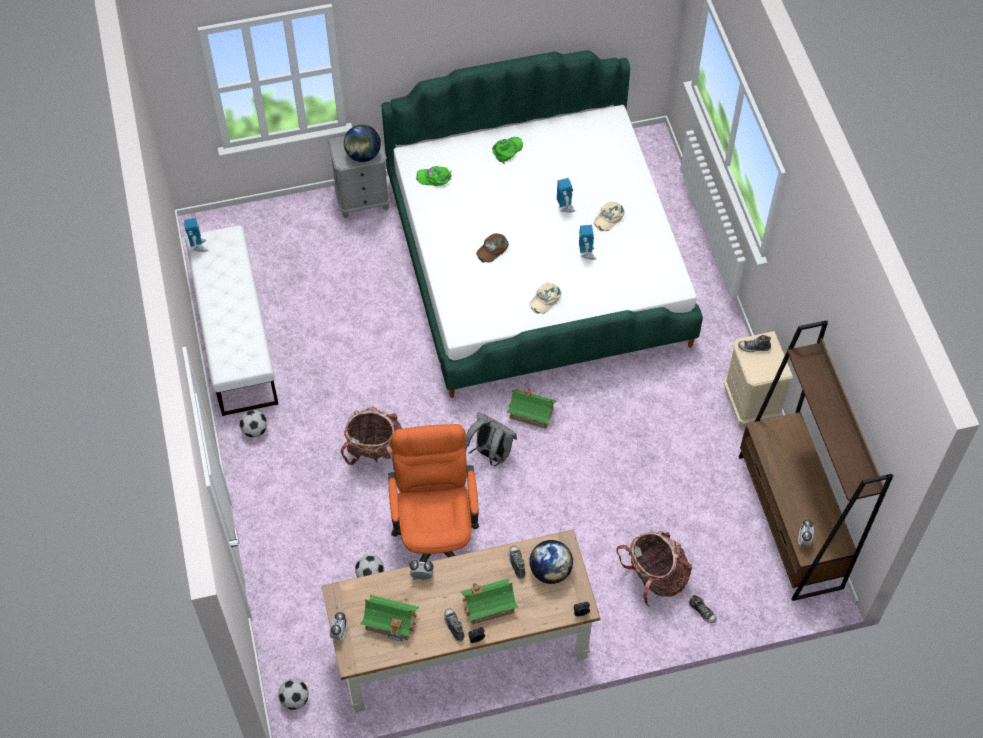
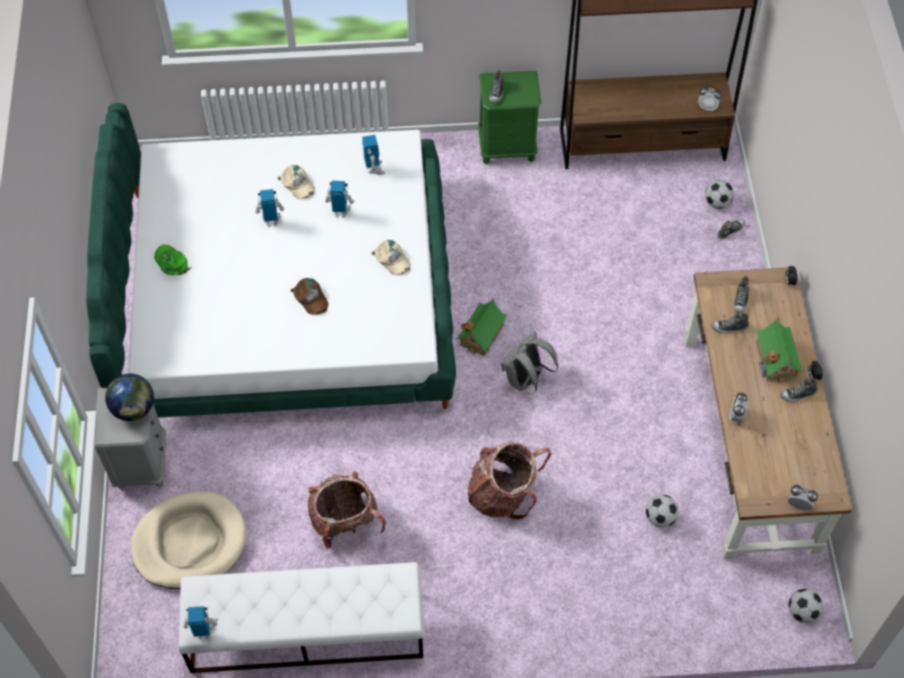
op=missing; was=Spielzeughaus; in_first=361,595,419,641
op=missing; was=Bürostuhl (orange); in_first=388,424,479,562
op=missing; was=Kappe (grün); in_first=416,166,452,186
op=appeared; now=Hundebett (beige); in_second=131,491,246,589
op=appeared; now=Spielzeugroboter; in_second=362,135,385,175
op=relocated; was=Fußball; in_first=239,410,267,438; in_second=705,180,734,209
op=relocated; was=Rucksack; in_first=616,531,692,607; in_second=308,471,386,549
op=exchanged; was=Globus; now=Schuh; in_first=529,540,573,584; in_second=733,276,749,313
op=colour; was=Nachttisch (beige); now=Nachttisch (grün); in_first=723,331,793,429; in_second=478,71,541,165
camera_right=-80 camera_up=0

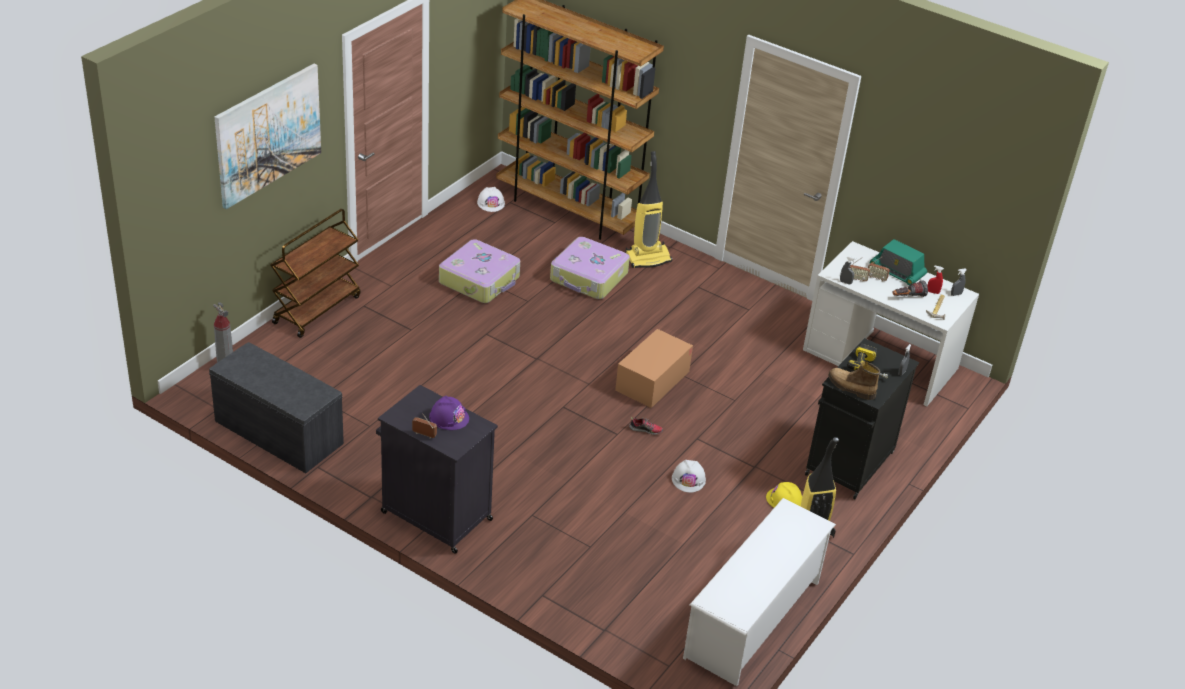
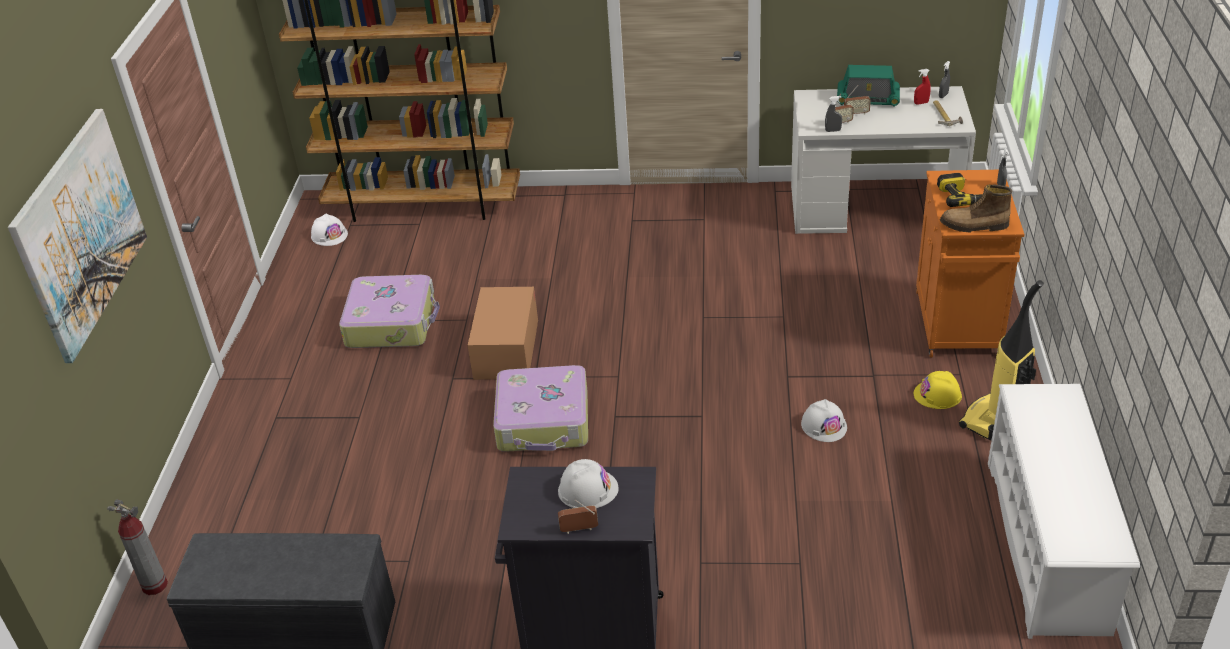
op=missing; was=Rollwagen (braun); in_first=271,209,361,338
op=missing; was=Staubsauger; in_first=625,151,672,268
op=missing; was=Schuh; in_first=629,416,663,435
op=missing; was=Taschenlampe; in_first=892,280,928,297
op=relocated; was=Koffer; in_first=550,237,630,299; in_second=493,365,588,452
op=relocated; was=Karton; in_first=615,329,693,408; in_second=468,287,538,380
op=colour; was=Schutzhelm (lila); now=Schutzhelm (weiß); in_first=429,396,469,430; in_second=558,459,619,508
op=colour; was=Schrank (schwarz); now=Schrank (orange); in_first=805,338,919,499; in_second=916,170,1024,358
camera_right=-25 camera_up=0

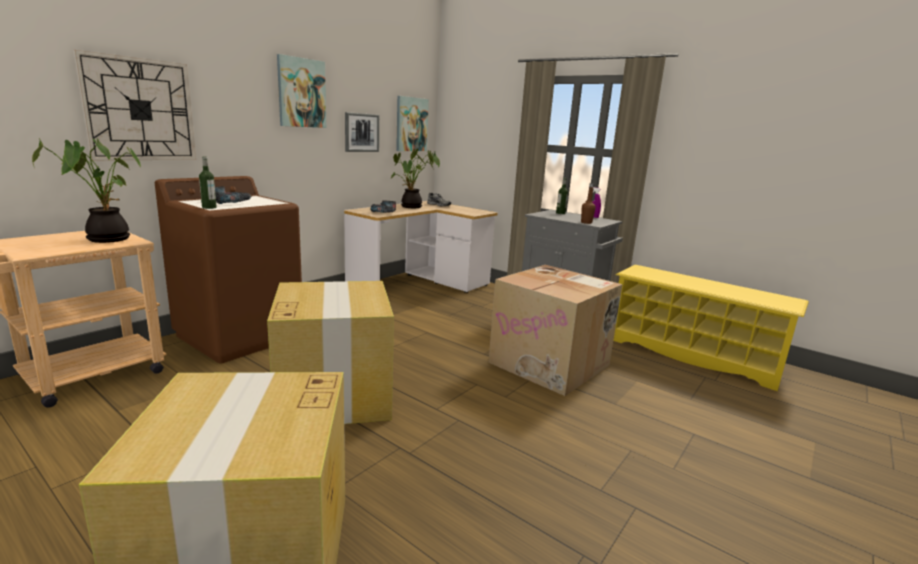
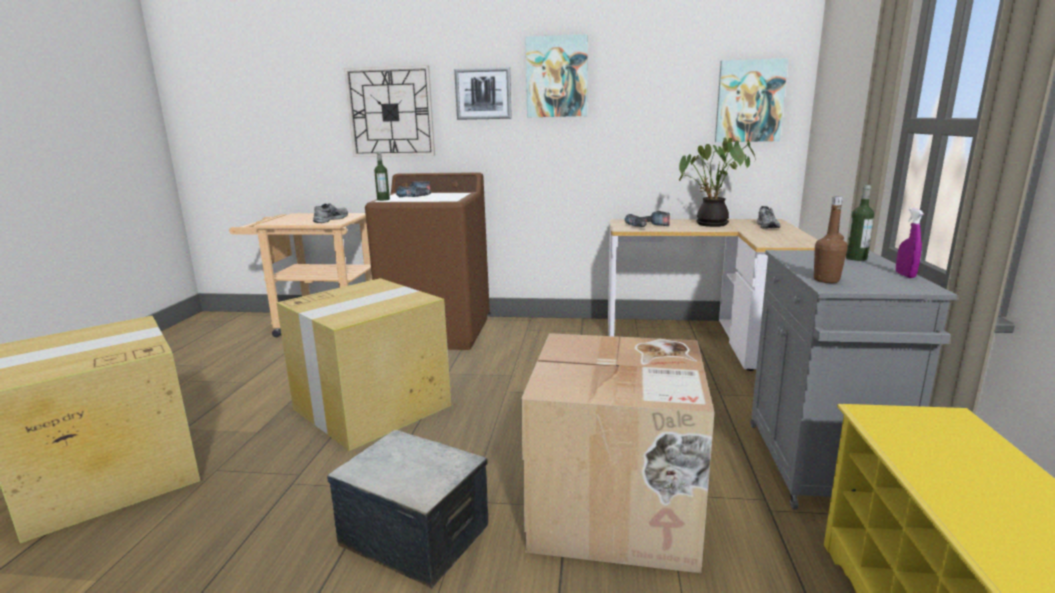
op=appeared; now=Aufbewahrungsbox; in_second=327,430,488,588
op=relocated; was=Bild; in_first=345,112,379,152; in_second=454,67,512,120
op=exchanged; was=Topfpflanze; now=Schuh (grau); in_first=32,138,141,243; in_second=313,203,348,223
camera_right=60 camera_up=0

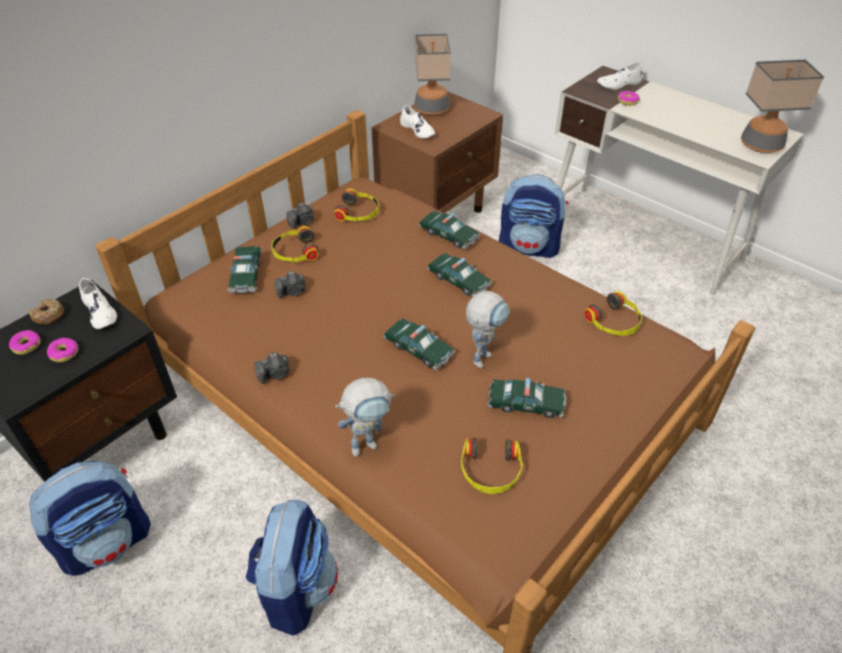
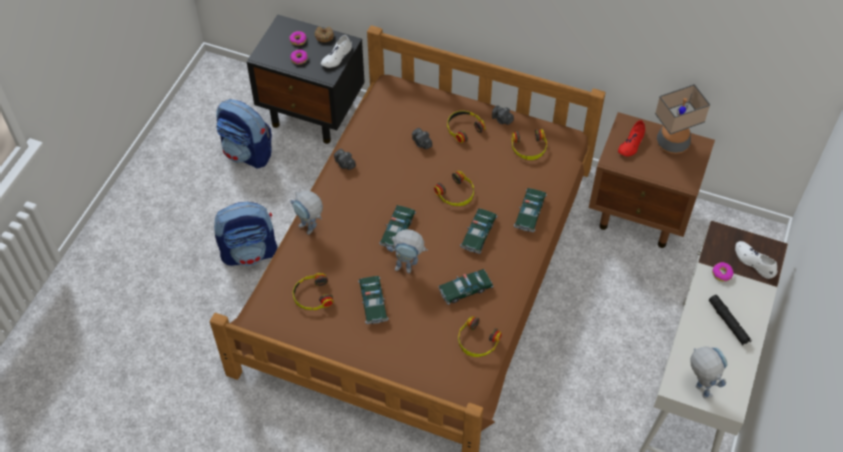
op=missing; was=Rucksack; in_first=499,174,569,258
op=appeared; now=Kopfhörer; in_second=434,171,474,206
op=appeared; now=Taschenlampe (schwarz); in_second=709,295,752,344
op=relocated; was=Spielzeugauto; in_first=228,246,262,293; in_second=438,269,493,305
op=exchanged; was=Tischlampe; now=Spielzeugroboter; in_first=741,60,824,153; in_second=690,347,728,399
op=colour; was=Schuh (weiß); now=Schuh (rot); in_first=400,105,435,138; in_second=618,120,645,157
camera_right=70 camera_up=10

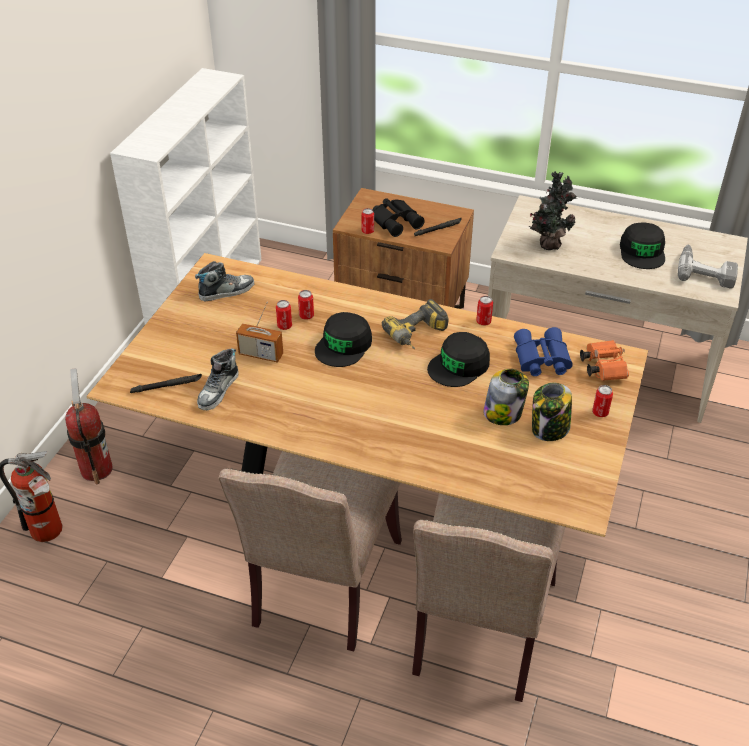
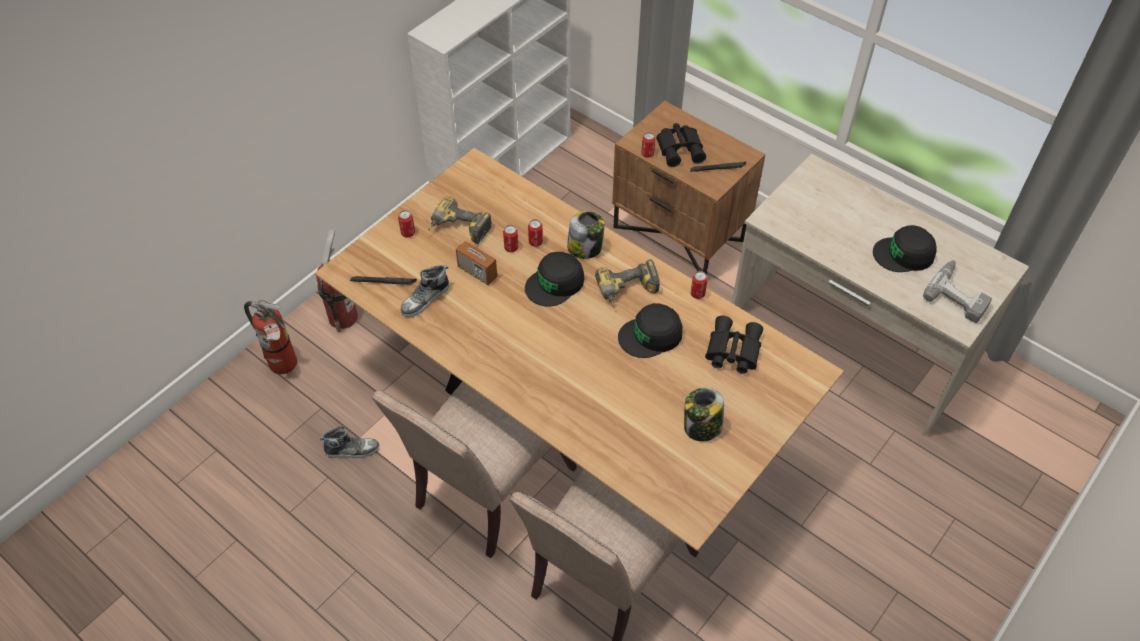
op=missing; was=Topfpflanze; in_first=528,171,577,250
op=missing; was=Fernglas (orange); in_first=580,340,629,381
op=appeared; now=Bohrmaschine; in_second=428,196,492,244
op=relocated; was=Schuh; in_first=195,261,255,301; in_second=320,426,379,458
op=relocated; was=Vorratsglas; in_first=483,369,529,425; in_second=567,211,605,259
op=relocated; was=Dose; in_first=592,385,613,417; in_second=398,210,415,237
op=colour; was=Fernglas (blau); now=Fernglas (schwarz); in_first=514,327,573,376; in_second=705,316,763,374
op=spun; was=Kappe (schwarz); in_first=620,222,665,269; in_second=873,225,937,272; clockwise=60
camera_right=20 camera_up=10

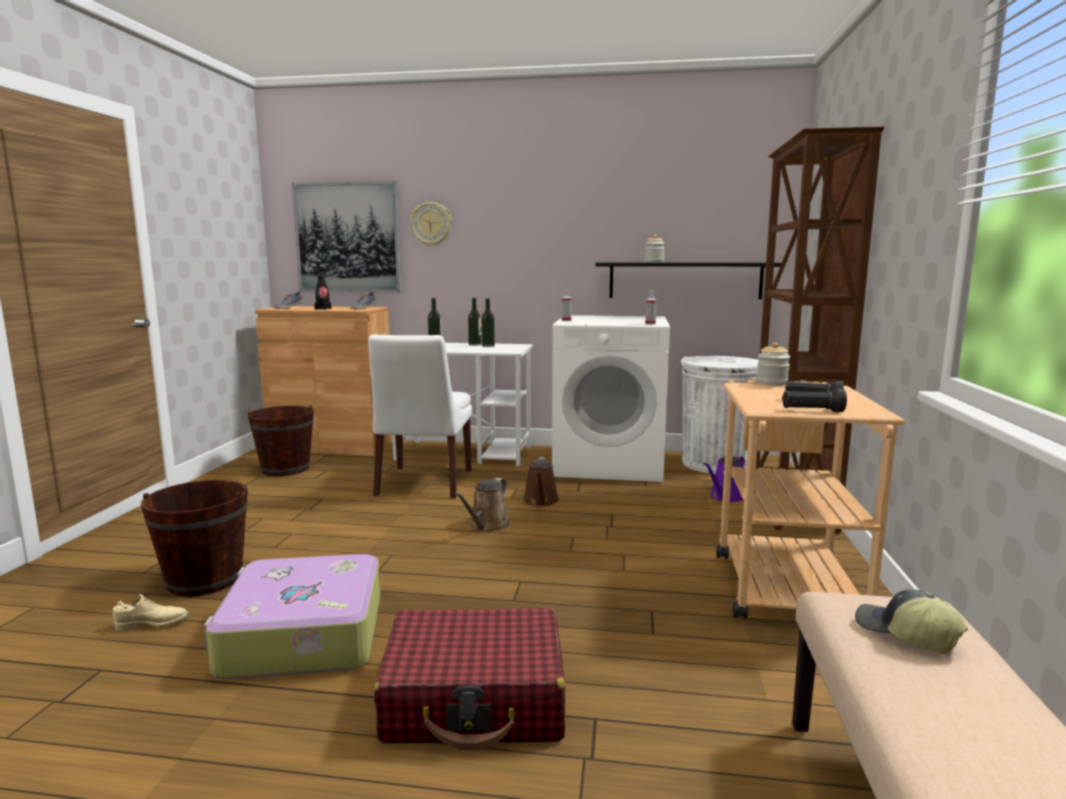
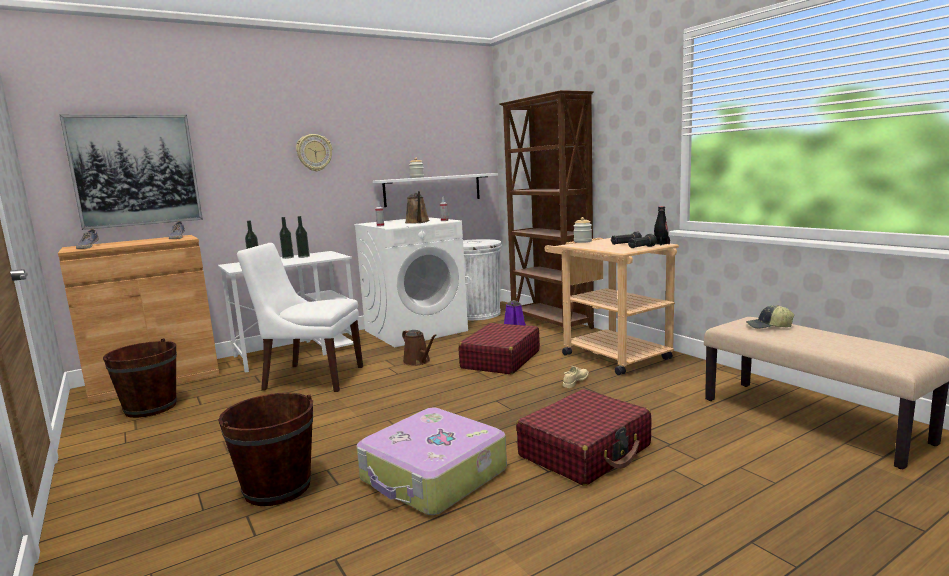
op=appeared; now=Koffer (rot); in_second=459,323,540,374
op=relocated; was=Schuh (beige); in_first=112,594,189,631; in_second=563,366,589,388
op=relocated; was=Flasche (schwarz); in_first=314,272,331,310; in_second=654,206,670,245
op=relocated; was=Wanduhr; in_first=410,202,452,246; in_second=296,134,332,171
op=relocated; was=Gießkanne (braun); in_first=454,478,510,532; in_second=405,191,429,224
op=colour; was=Wandregal (schwarz); now=Wandregal (weiß); in_first=595,262,781,299; in_second=373,173,498,207
op=spun; was=Stuhl (weiß); in_first=368,334,472,498; in_second=237,243,363,392; clockwise=135
camera_right=-40 camera_up=0

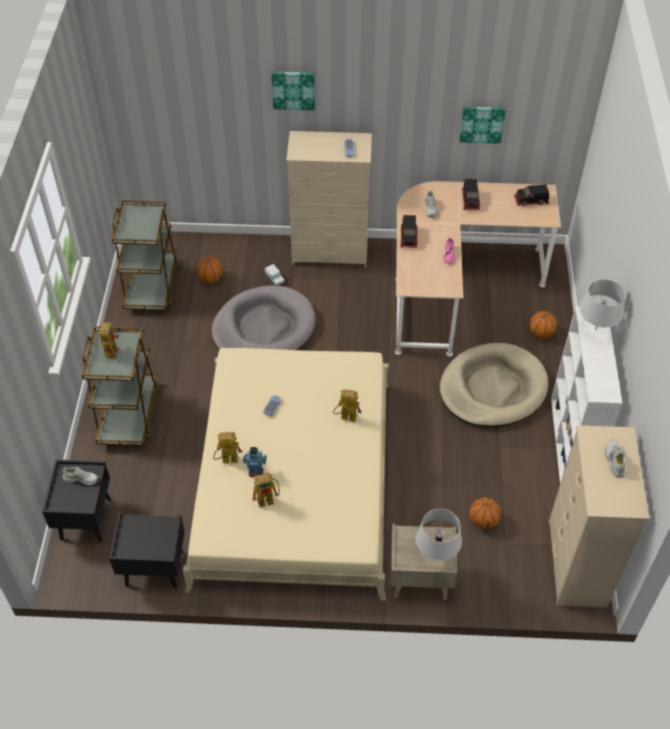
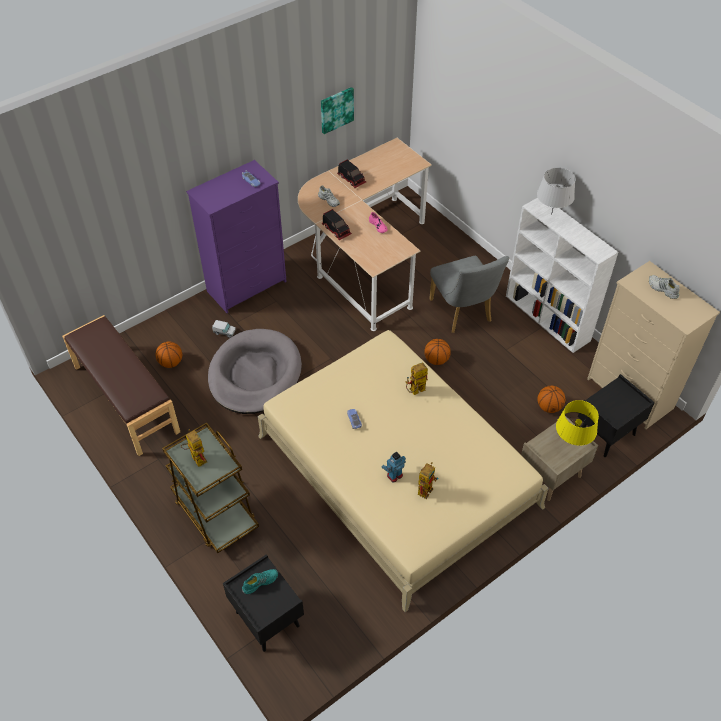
op=missing; was=Spielzeugroboter; in_first=213,432,242,463
op=missing; was=Bild; in_first=271,72,315,110
op=missing; was=Spielzeuglaster; in_first=514,184,549,206
op=relocated; was=Nachttisch (schwarz); in_first=109,513,185,589; in_second=578,374,655,457
op=relocated; was=Basketball; in_first=529,311,557,338; in_second=424,339,451,365
op=exchanged; was=Rollwagen (braun); now=Bank (braun); in_first=112,200,179,310; in_second=62,315,180,456
op=exchanged; was=Hundebett (beige); now=Stuhl (grau); in_first=440,343,549,427; in_second=429,256,509,333
op=colour; was=Schuh (weiß); now=Schuh (türkis); in_first=63,467,98,485; in_second=242,569,278,594
op=colour; was=Kommode (beige); now=Kommode (lila); in_first=286,131,372,268; in_second=186,160,287,313
op=colour; was=Tischlampe (grau); now=Tischlampe (gelb); in_first=416,509,462,560; in_second=556,400,599,446
camera_right=-40 camera_up=0

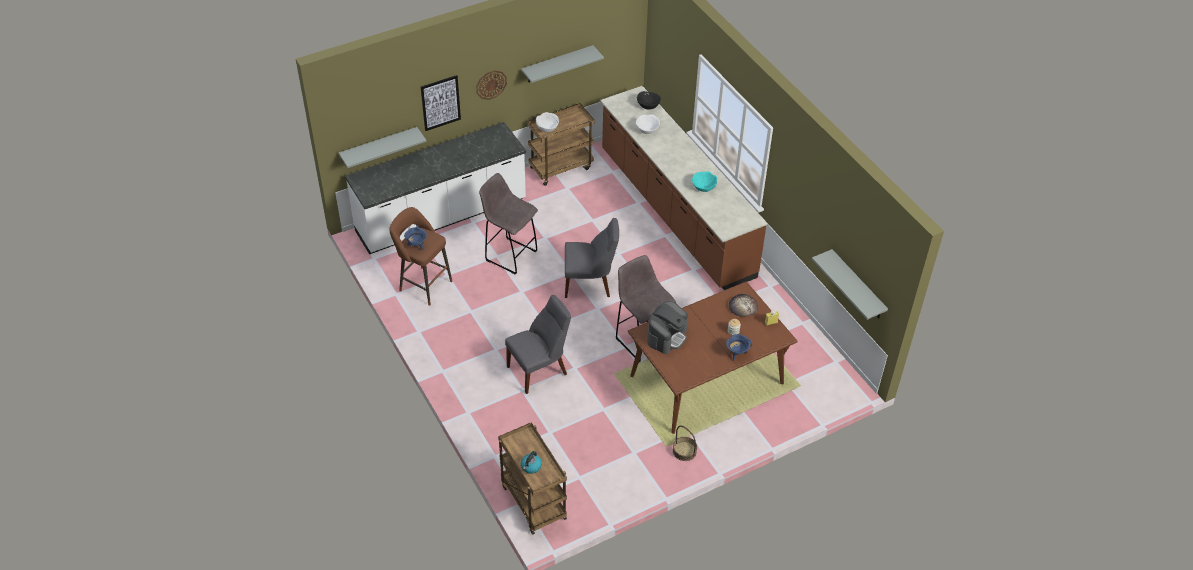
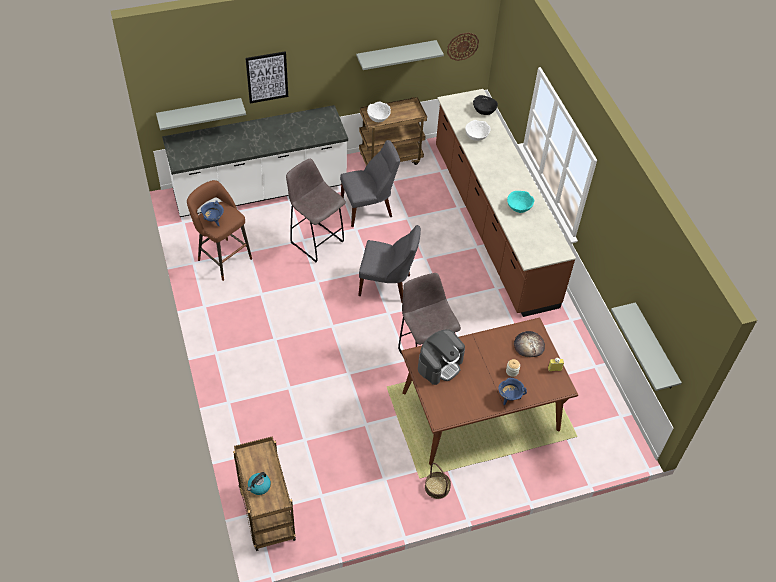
op=relocated; was=Wanduhr; in_first=476,71,507,100; in_second=447,32,479,61
op=relocated; was=Stuhl (grau); in_first=505,295,571,394; in_second=340,140,400,227
camera_right=10 camera_up=5

